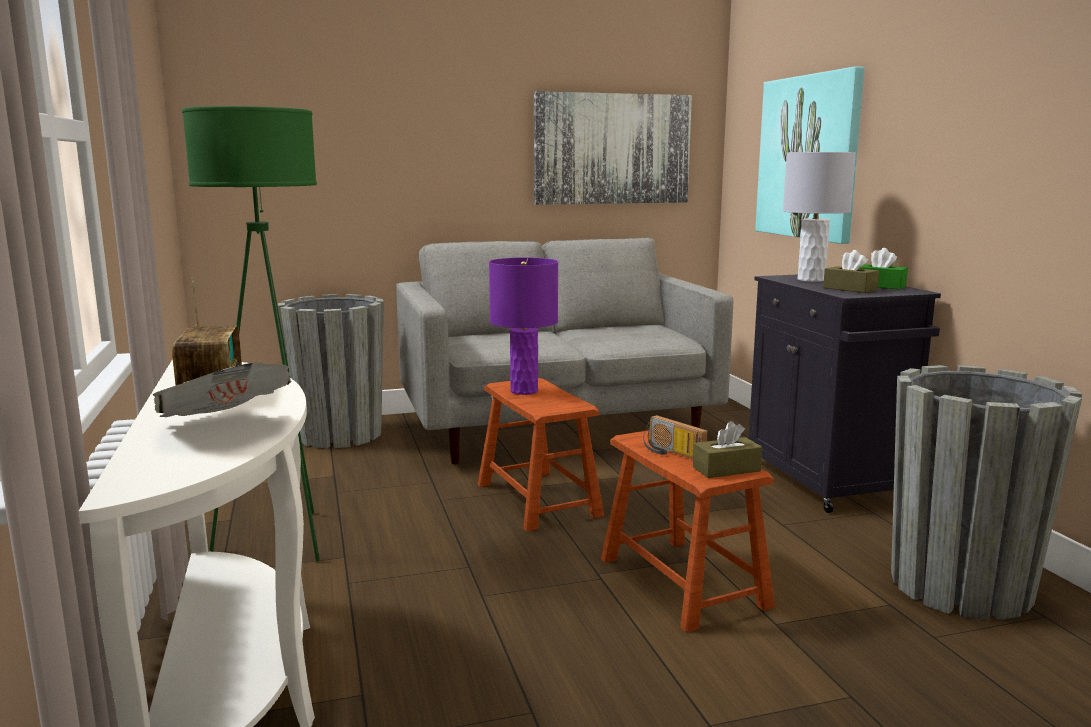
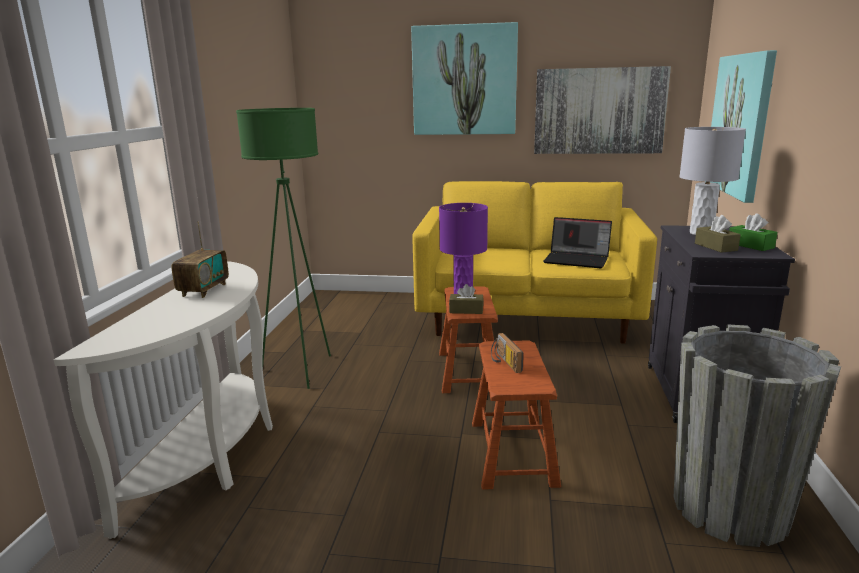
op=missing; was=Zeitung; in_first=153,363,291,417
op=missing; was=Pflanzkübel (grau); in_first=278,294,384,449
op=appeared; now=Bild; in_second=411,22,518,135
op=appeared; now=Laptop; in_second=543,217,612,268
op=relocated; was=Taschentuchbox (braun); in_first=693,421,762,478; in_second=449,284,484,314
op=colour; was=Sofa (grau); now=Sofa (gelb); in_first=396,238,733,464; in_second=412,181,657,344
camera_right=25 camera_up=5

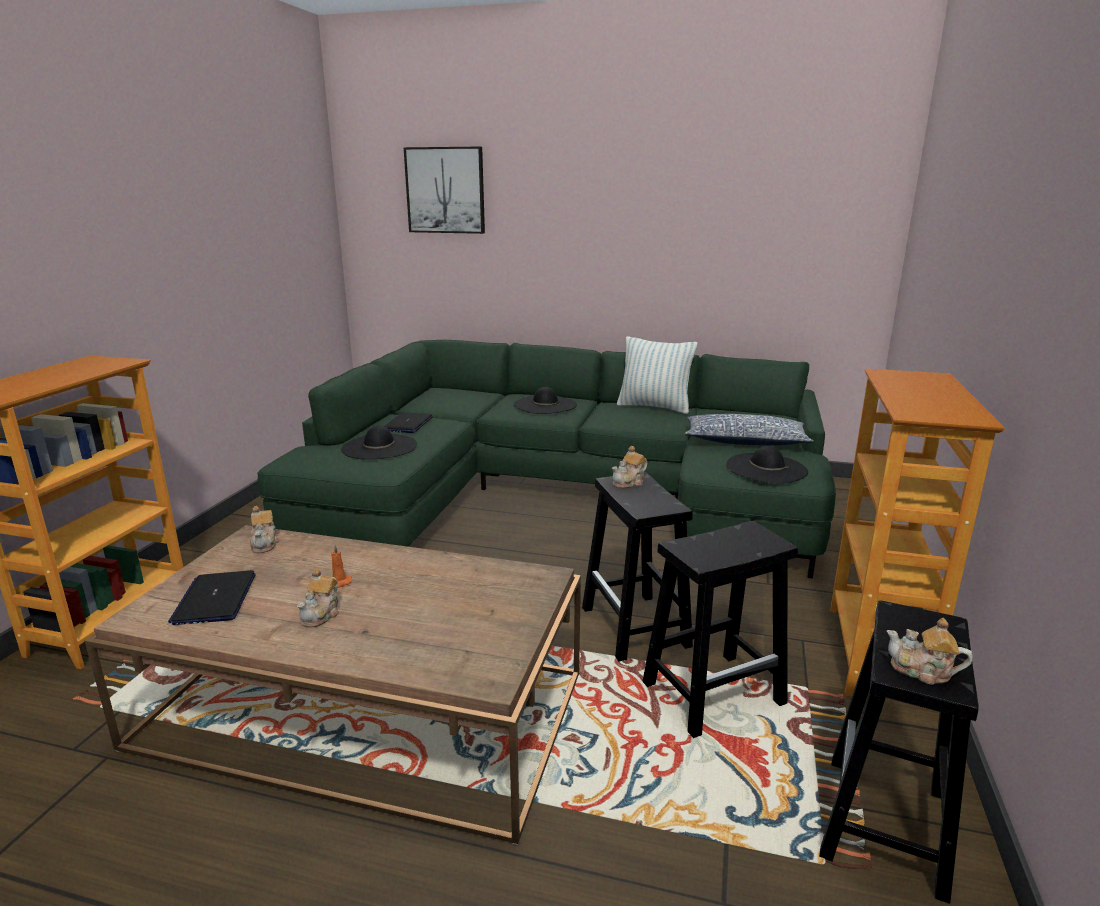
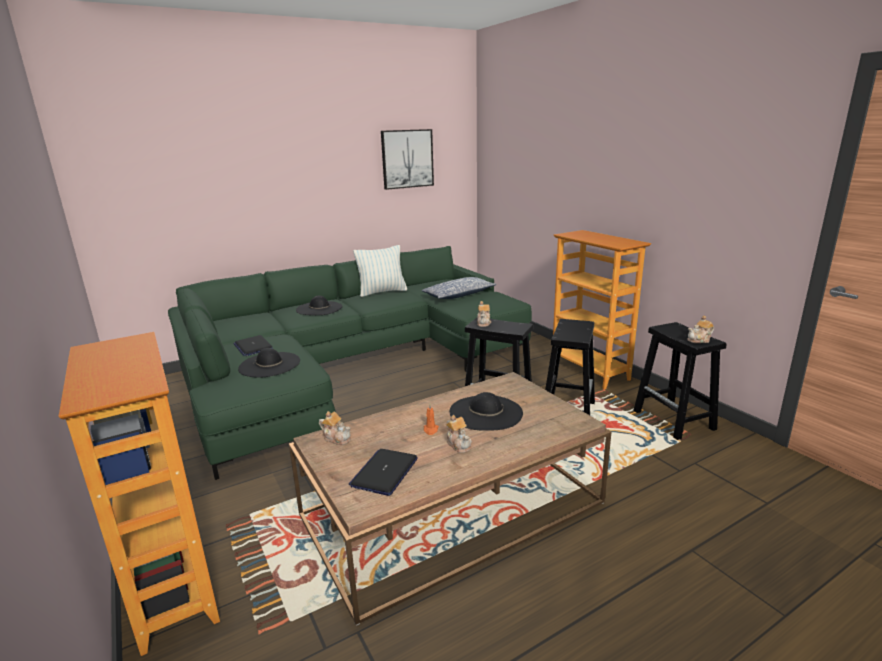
op=relocated; was=Bild; in_first=403,147,485,234; in_second=381,129,434,190
op=relocated; was=Hut (schwarz); in_first=726,446,808,484; in_second=450,392,523,431
op=spun; was=Laptop; in_first=168,570,256,625; in_second=349,449,418,496; clockwise=75
camera_right=-45 camera_up=0

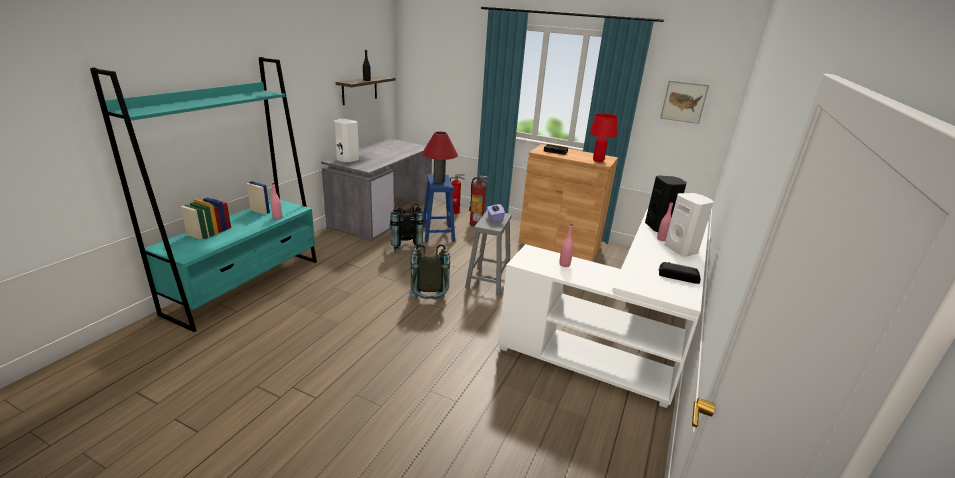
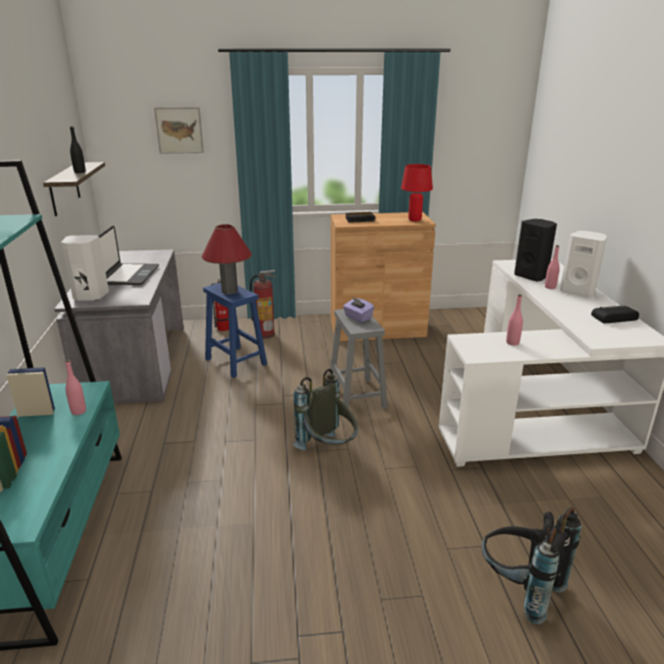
op=appeared; now=Laptop; in_second=99,226,159,285
op=relocated; was=Rucksack (schwarz); in_first=390,203,425,252; in_second=482,507,581,624
op=relocated; was=Bild; in_first=660,80,709,124; in_second=154,107,204,154
camera_right=-30 camera_up=0

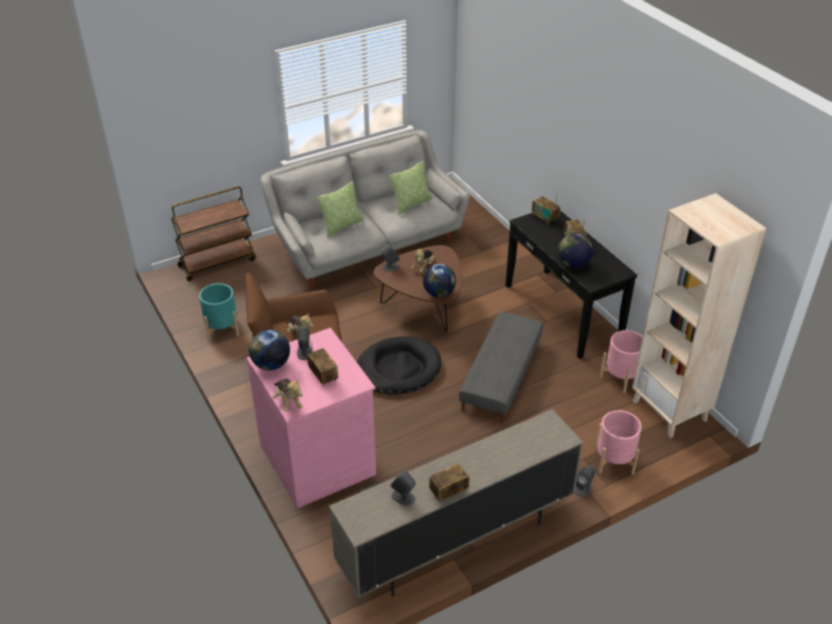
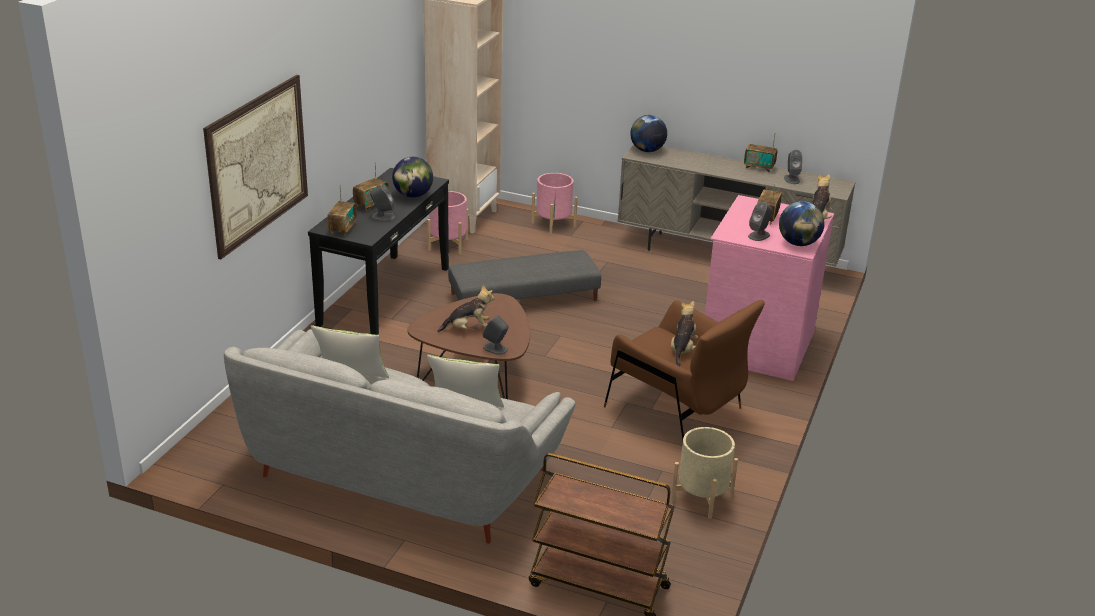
op=missing; was=Hundebett (schwarz); in_first=357,336,441,394
op=appeared; now=Bild; in_second=203,75,308,259
op=relocated; was=Globus; in_first=423,264,456,297; in_second=630,115,667,152
op=relocated; was=Lautsprecher (grau); in_first=575,465,596,497; in_second=370,184,395,221
op=colour; was=Pflanzkübel (türkis); now=Pflanzkübel (beige); in_first=199,283,239,341; in_second=671,427,738,519
camera_right=-130 camera_up=-10

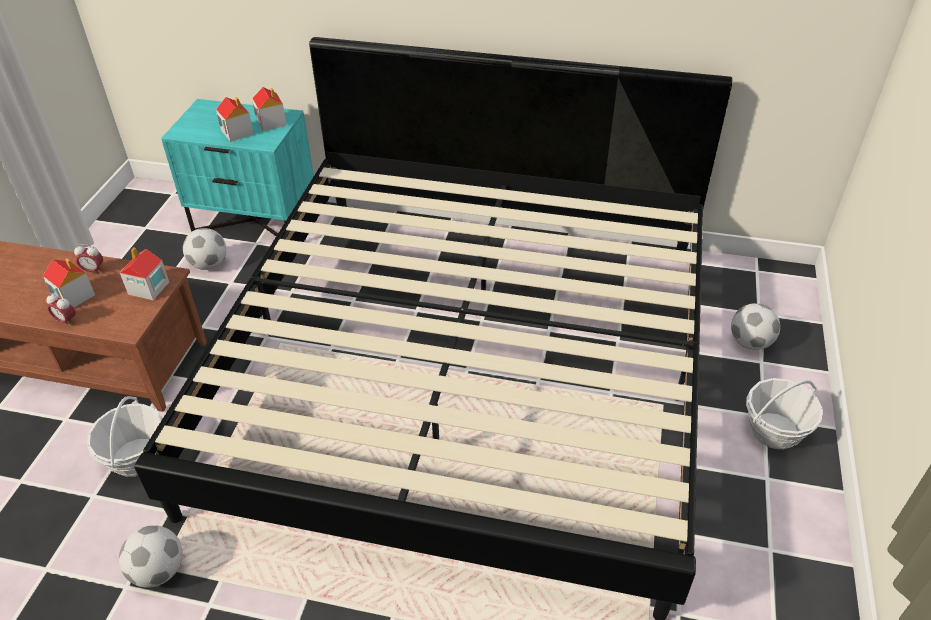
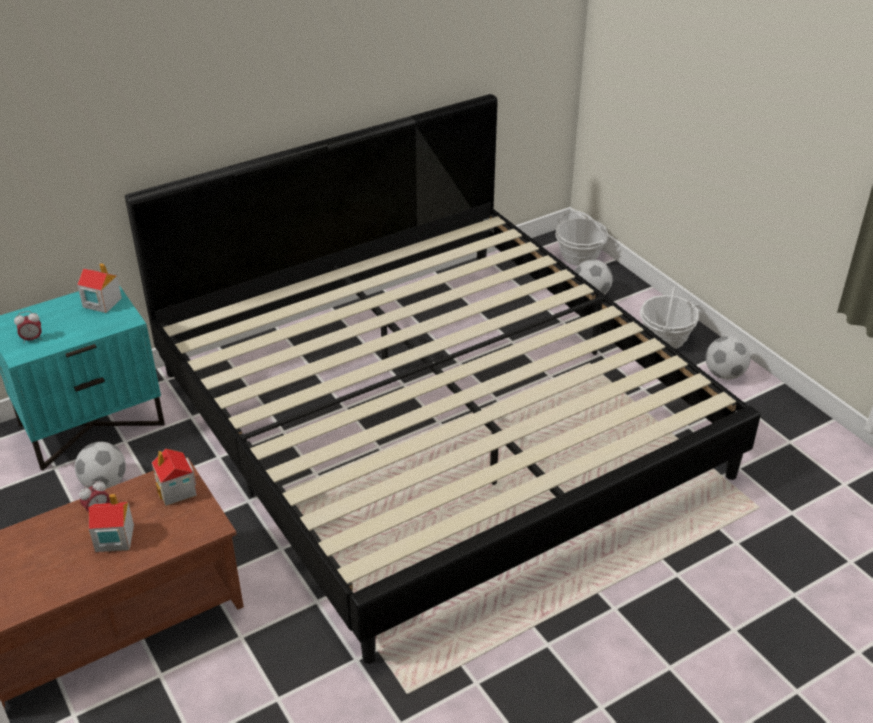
op=missing; was=Spielzeughaus; in_first=216,97,254,142
op=relocated; was=Wecker; in_first=46,293,76,327; in_second=14,311,42,342
op=relocated; was=Korb; in_first=87,396,163,477; in_second=555,210,608,266
op=relocated; was=Fußball; in_first=119,525,183,588; in_second=706,336,751,380
camera_right=-45 camera_up=-5

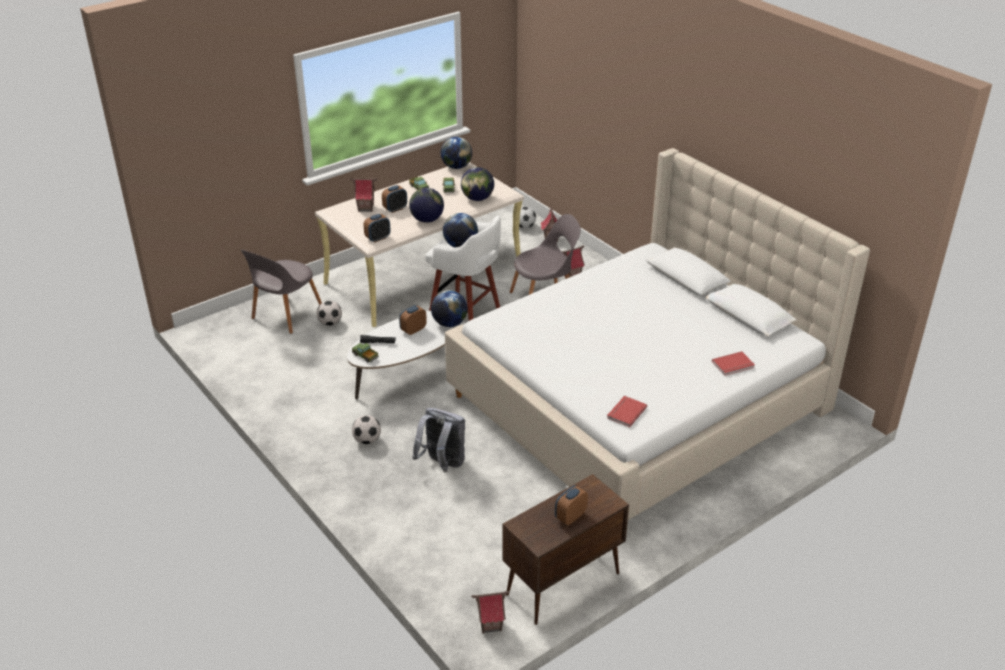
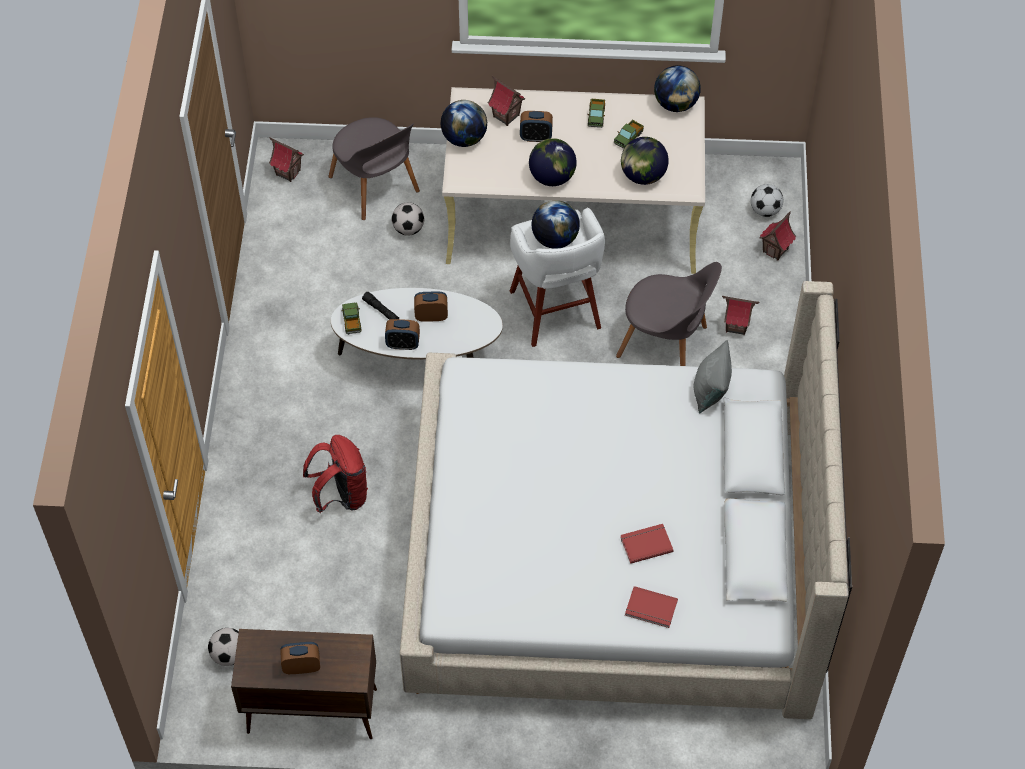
op=appeared; now=Kissen (grau); in_second=694,340,732,413
op=relocated; was=Fußball; in_first=352,415,381,444; in_second=208,628,239,666
op=relocated; was=Wecker; in_first=364,214,390,243; in_second=385,319,420,350
op=relocated; was=Globus; in_first=431,290,468,327; in_second=441,100,487,147
op=relocated; was=Spielzeughaus; in_first=471,591,510,634; in_second=269,137,304,182
op=relocated; was=Buch (rot); in_first=607,396,647,427; in_second=620,524,674,564
op=colour; was=Rucksack (grau); now=Rucksack (rot); in_first=412,408,465,472; in_second=303,435,368,513
op=spun; was=Stuhl (grau); in_first=241,249,322,334; in_second=328,117,420,220; clockwise=-105
camera_right=40 camera_up=20

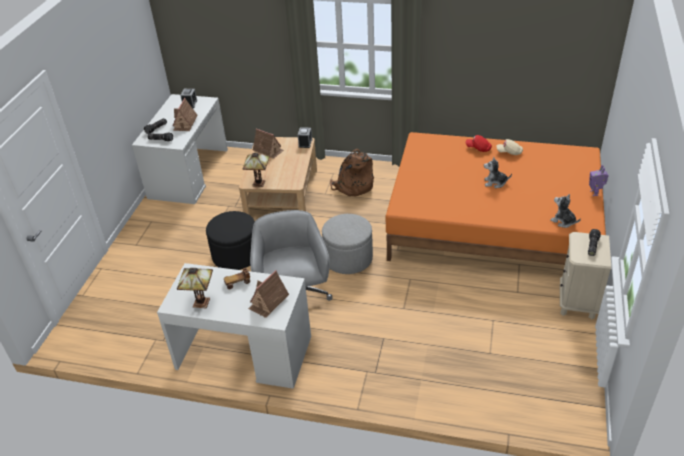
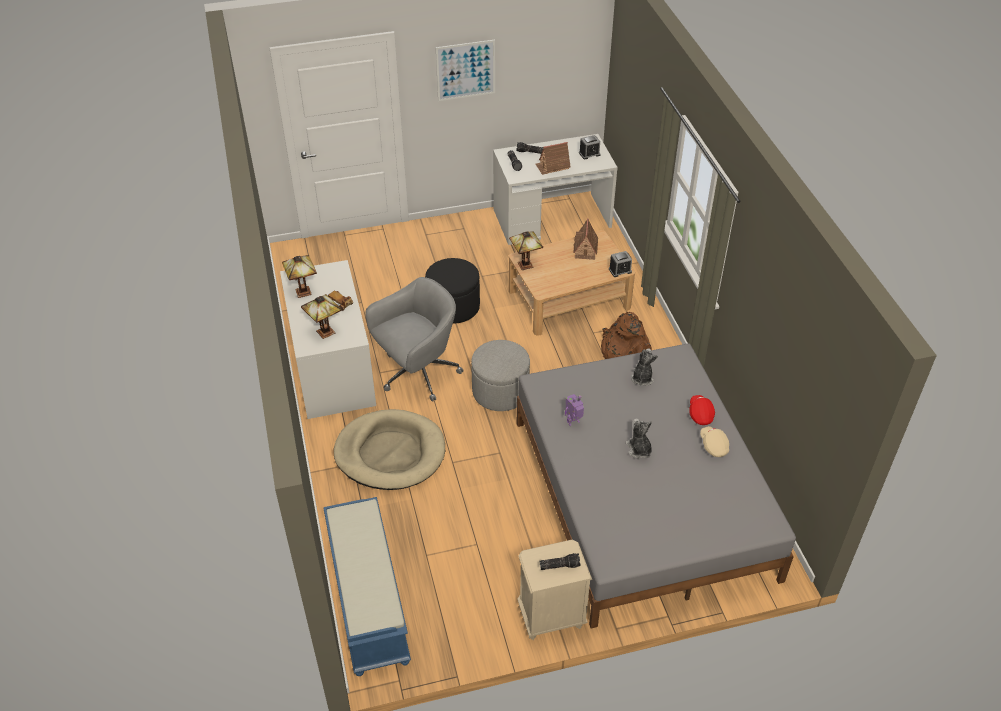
op=appeared; now=Bank (blau); in_second=324,497,411,676
op=appeared; now=Hundebett (beige); in_second=334,409,445,490
op=appeared; now=Bild; in_second=436,40,495,101
op=relocated; was=Plüschtier; in_first=550,194,581,228; in_second=631,348,658,386
op=relocated; was=Spielzeugroboter; in_first=589,165,609,196; in_second=565,394,584,426
op=exchanged; was=Spielzeughaus; now=Tischlampe; in_first=248,270,289,318; in_second=301,294,342,339
op=colour; was=Bett (orange); now=Bett (grau); in_first=386,132,606,265; in_second=517,344,796,628
camera_right=60 camera_up=5

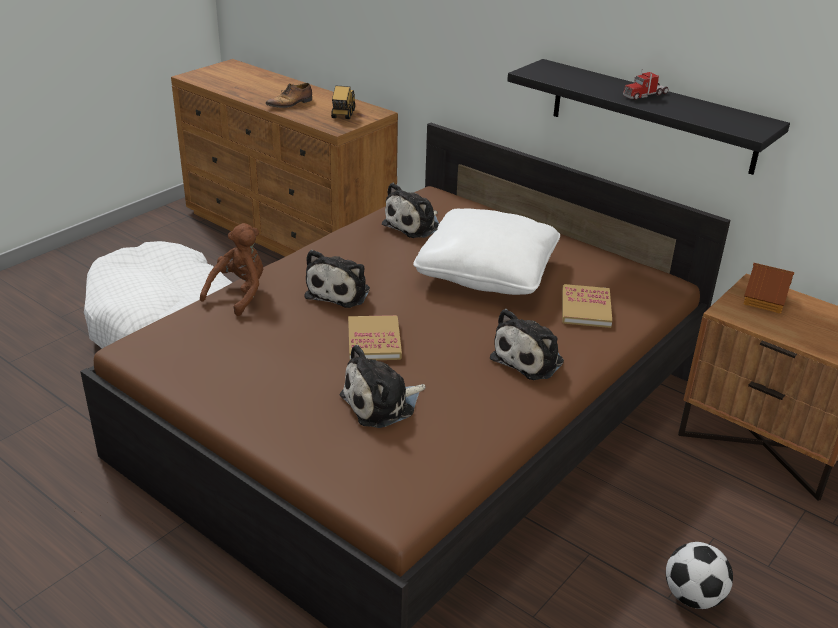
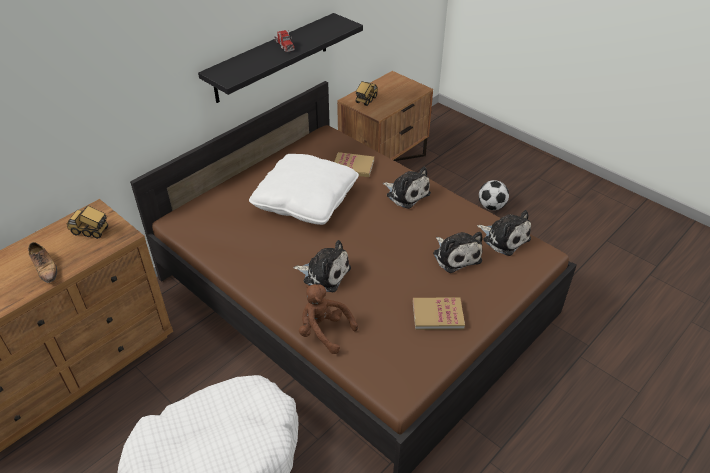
op=relocated; was=Buch; in_first=348,315,402,361; in_second=413,297,465,330
op=relocated; was=Plüschtier; in_first=382,183,439,238; in_second=477,210,531,256
op=exchanged; was=Spielzeughaus; now=Spielzeuglaster; in_first=744,263,795,313; in_second=356,81,378,106
camera_right=-85 camera_up=10

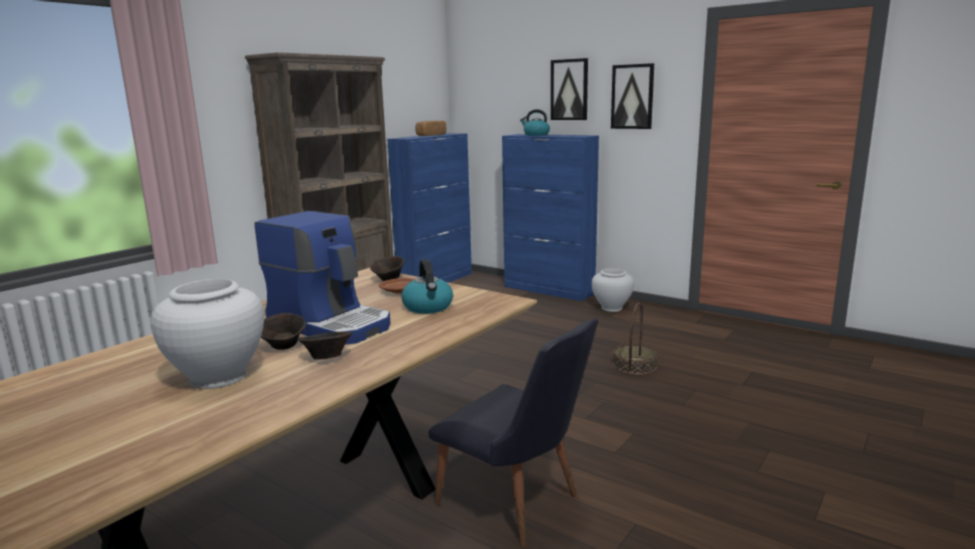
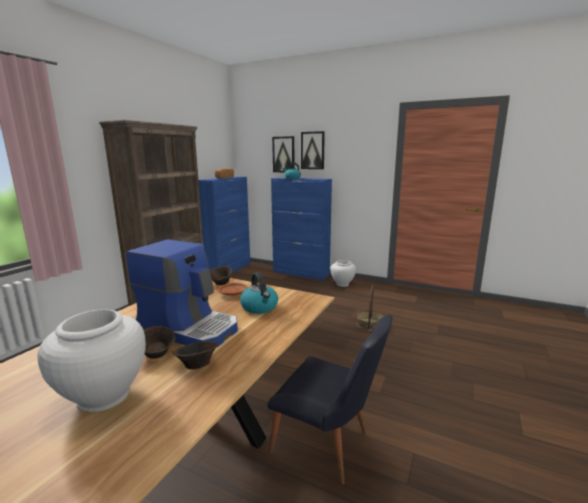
op=relocated; was=Bild; in_first=611,63,654,129; in_second=272,136,294,172
camera_right=-10 camera_up=0

